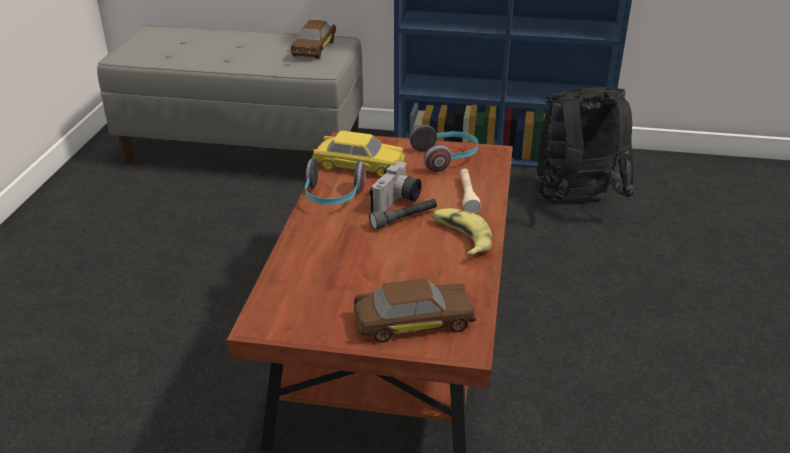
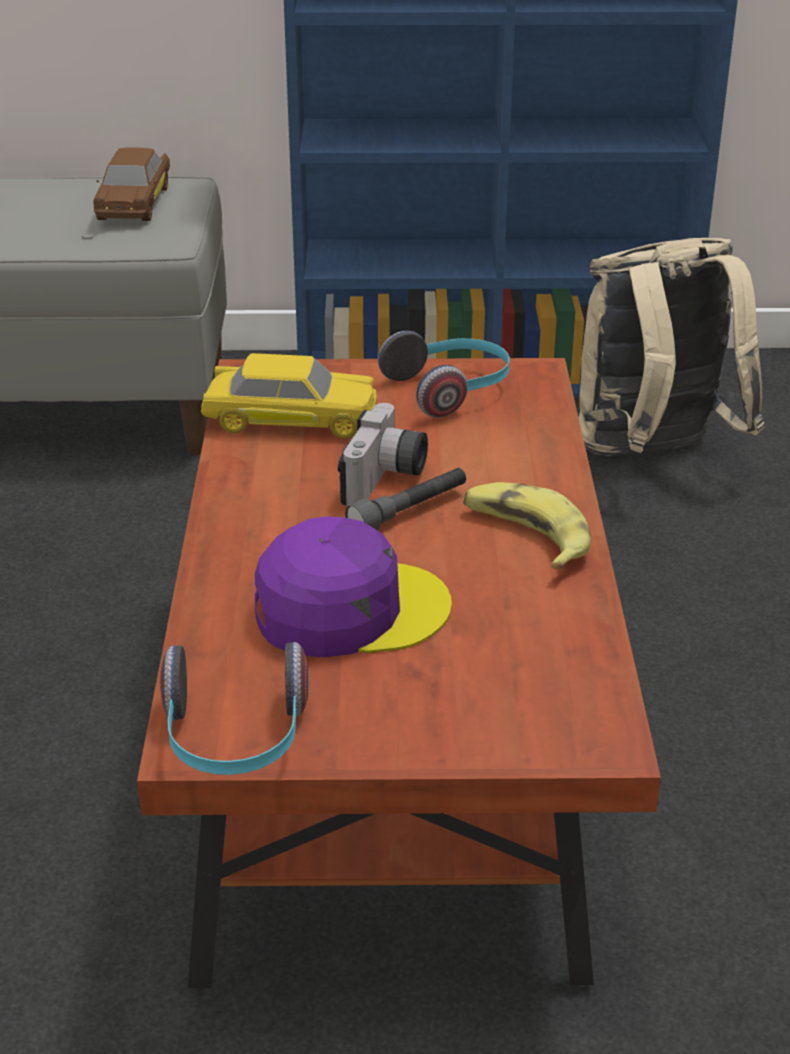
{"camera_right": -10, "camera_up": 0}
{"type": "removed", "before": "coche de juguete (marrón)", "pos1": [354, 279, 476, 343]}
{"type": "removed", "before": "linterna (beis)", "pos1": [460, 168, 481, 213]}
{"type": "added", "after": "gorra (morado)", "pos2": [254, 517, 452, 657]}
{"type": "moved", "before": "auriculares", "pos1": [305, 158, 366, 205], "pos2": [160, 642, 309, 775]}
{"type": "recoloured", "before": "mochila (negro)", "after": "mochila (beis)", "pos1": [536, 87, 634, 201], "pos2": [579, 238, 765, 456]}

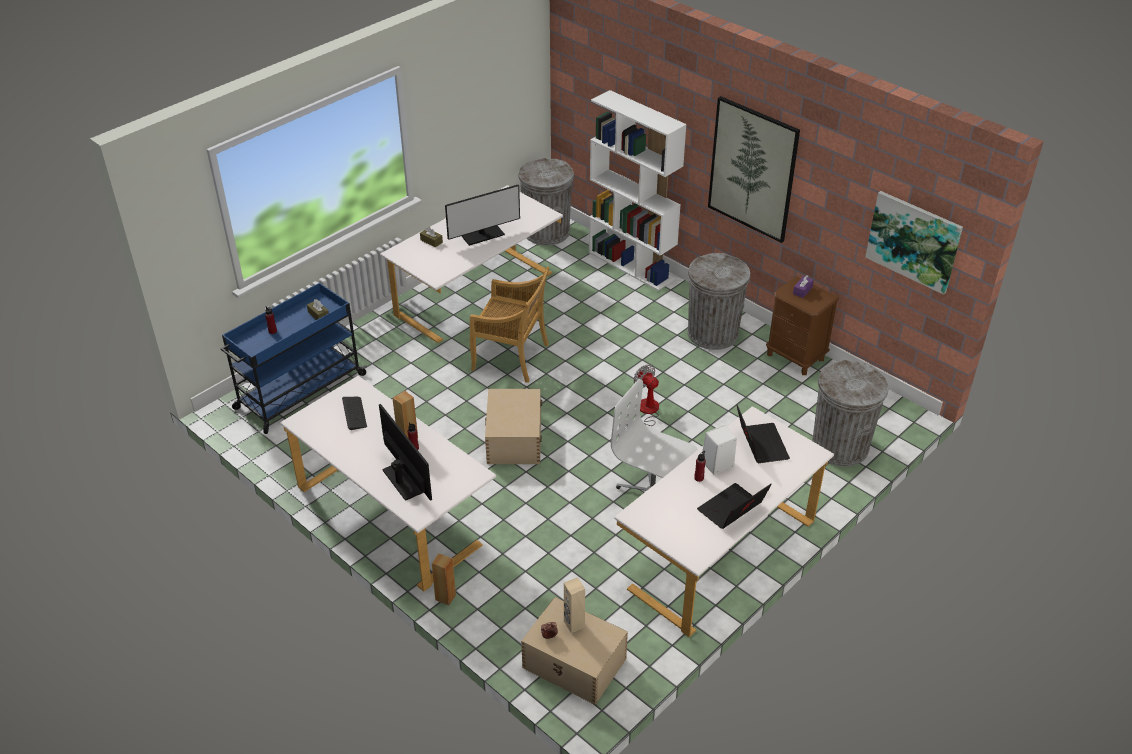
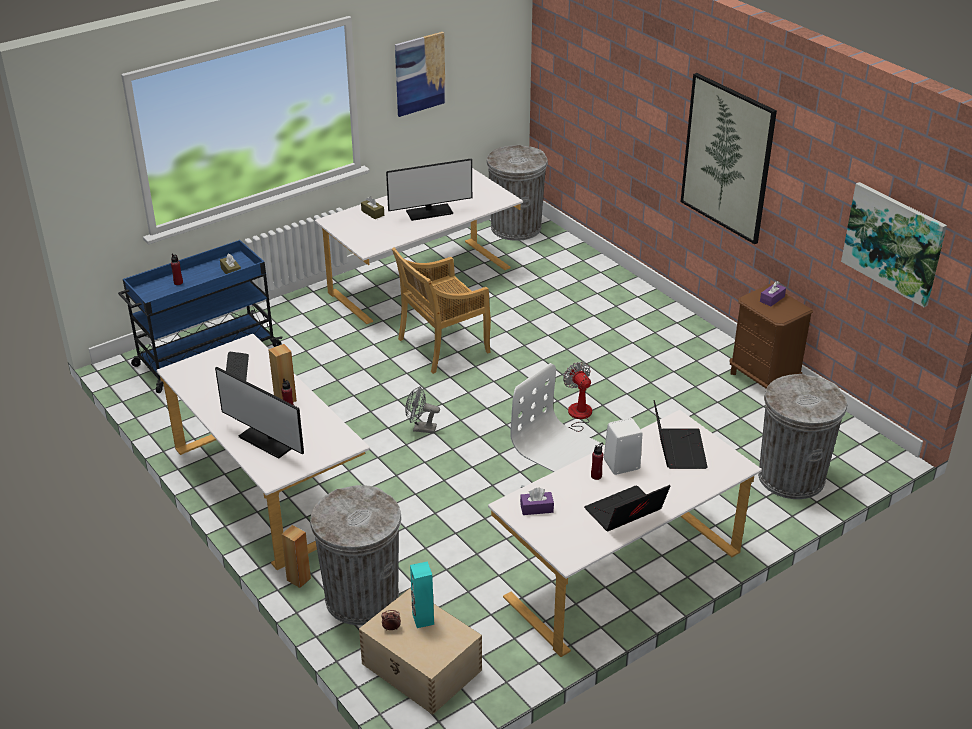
{"camera_right": 10, "camera_up": -5}
{"type": "removed", "before": "estantería (blanco)", "pos1": [589, 90, 687, 291]}
{"type": "added", "after": "cuadro", "pos2": [395, 32, 446, 117]}
{"type": "added", "after": "caja de pañuelos (morado)", "pos2": [520, 487, 554, 515]}
{"type": "moved", "before": "papelera (gris)", "pos1": [688, 253, 750, 350], "pos2": [310, 485, 401, 625]}
{"type": "replaced", "before": "caja de almacenaje (beis)", "after": "ventilador (gris)", "pos1": [485, 389, 542, 464], "pos2": [405, 386, 440, 434]}
{"type": "recoloured", "before": "altavoz (beis)", "after": "altavoz (turquesa)", "pos1": [564, 577, 585, 633], "pos2": [410, 561, 434, 628]}
{"type": "turned", "before": "monitor", "pos1": [379, 404, 432, 501], "pos2": [215, 367, 304, 459], "turn": 150}
{"type": "turned", "before": "silla (beis)", "pos1": [470, 267, 550, 383], "pos2": [392, 247, 491, 374], "turn": 120}

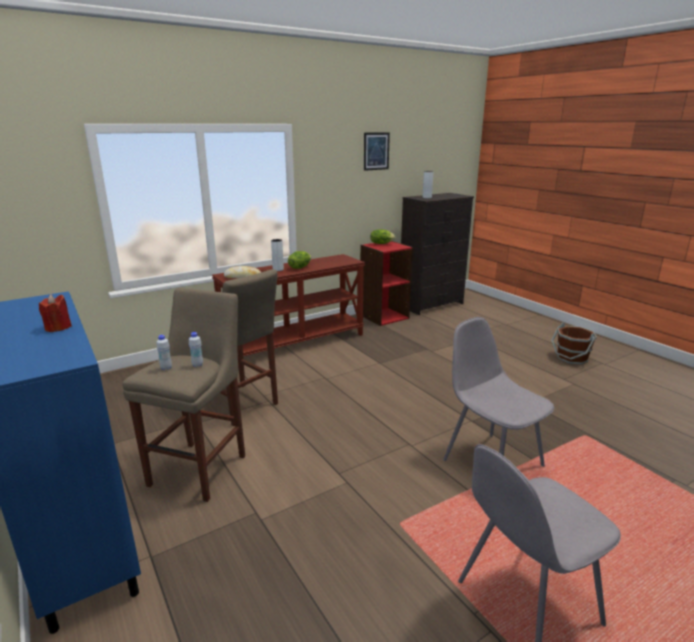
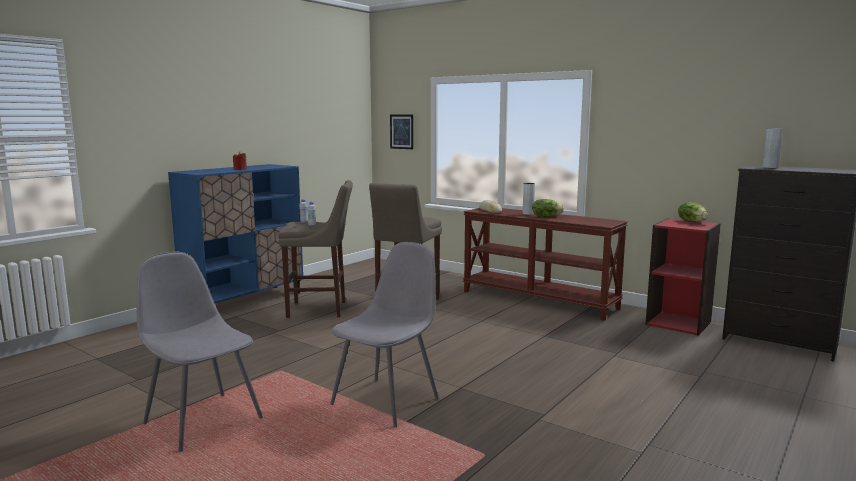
{"camera_right": 70, "camera_up": -10}
{"type": "removed", "before": "cubo (marrón)", "pos1": [551, 323, 597, 365]}
{"type": "moved", "before": "cuadro", "pos1": [364, 132, 390, 171], "pos2": [390, 115, 413, 149]}

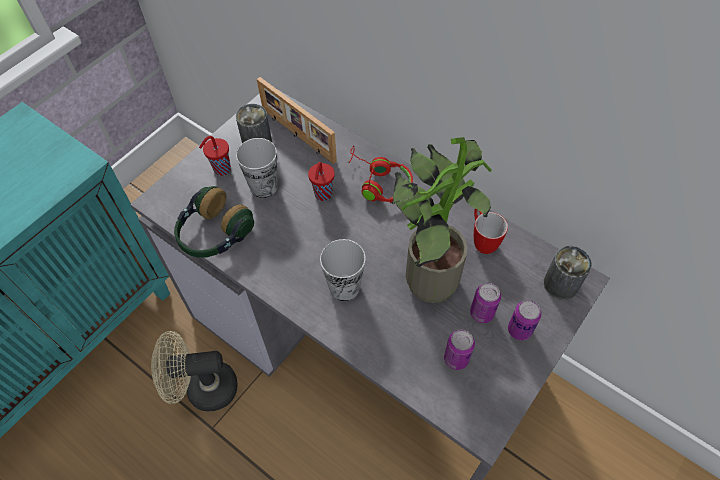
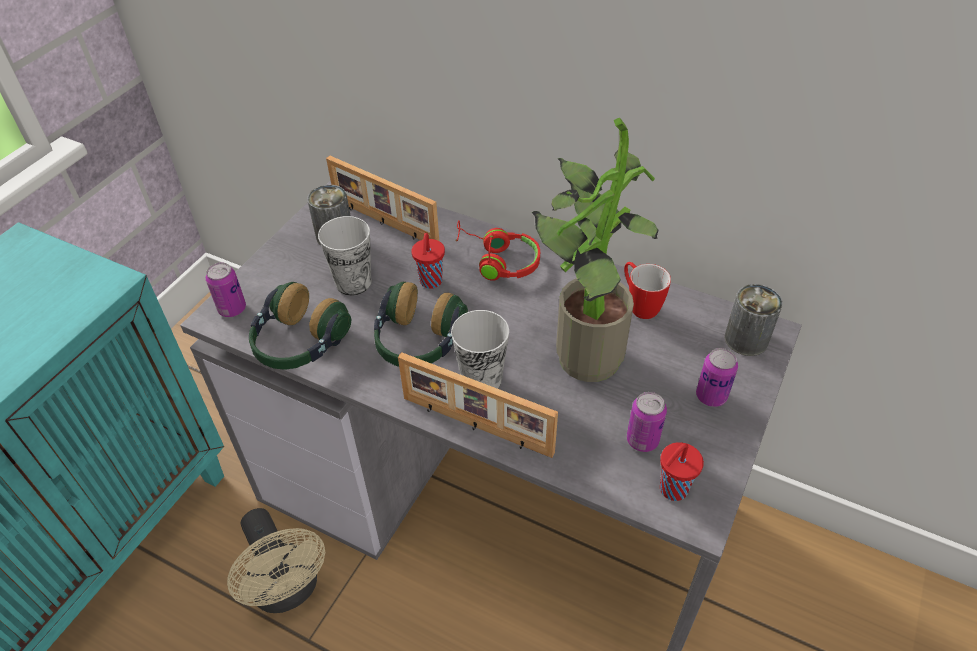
{"camera_right": -10, "camera_up": -10}
{"type": "added", "after": "auriculares", "pos2": [374, 282, 468, 367]}
{"type": "added", "after": "portarretratos", "pos2": [398, 352, 558, 458]}
{"type": "moved", "before": "taza (rojo)", "pos1": [199, 136, 231, 176], "pos2": [660, 442, 704, 501]}
{"type": "moved", "before": "lata", "pos1": [470, 283, 501, 323], "pos2": [206, 262, 246, 317]}
{"type": "turned", "before": "ventilador (beis)", "pos1": [151, 331, 238, 411], "pos2": [227, 508, 325, 613], "turn": -105}

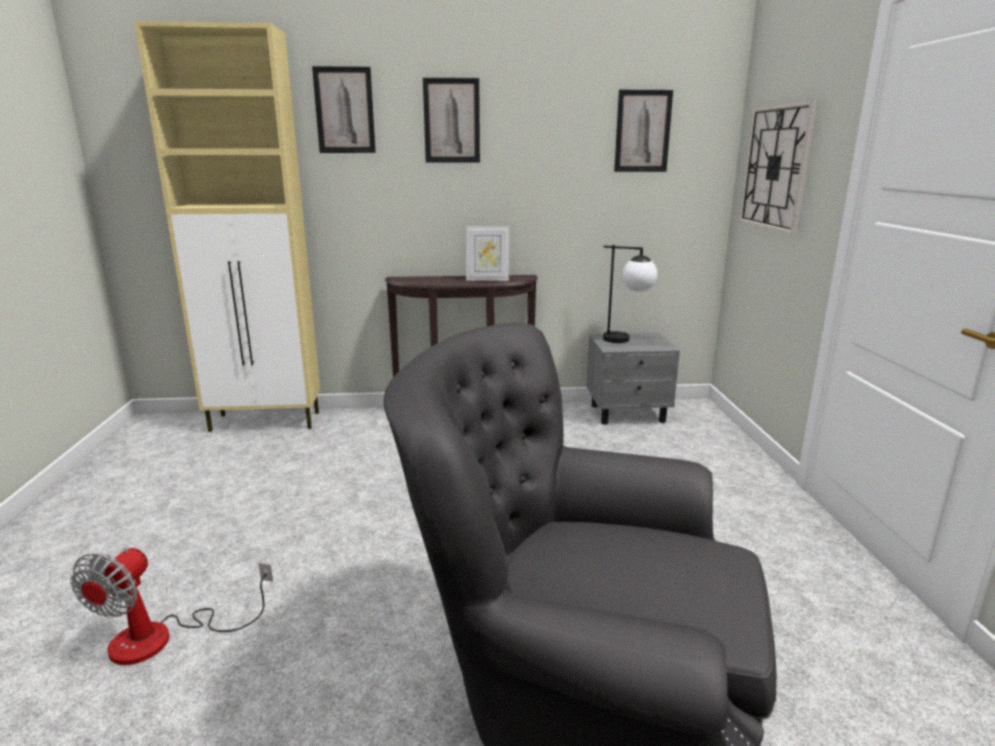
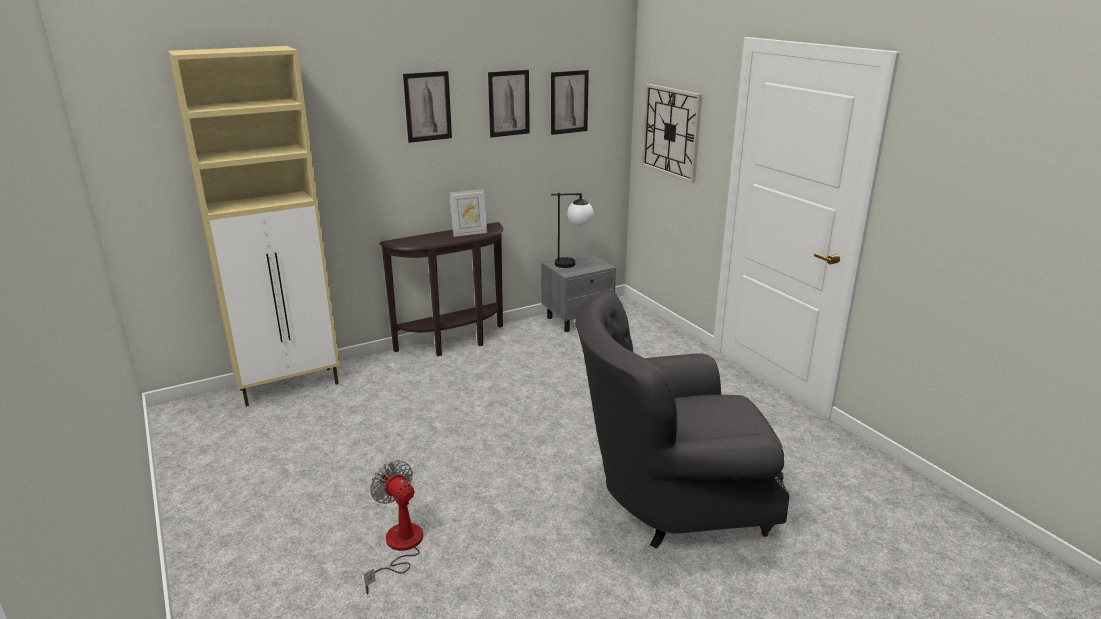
{"camera_right": -25, "camera_up": 5}
{"type": "moved", "before": "cuadro", "pos1": [312, 66, 376, 153], "pos2": [488, 70, 530, 137]}
{"type": "turned", "before": "ventilador", "pos1": [70, 547, 273, 665], "pos2": [364, 460, 423, 595], "turn": 150}

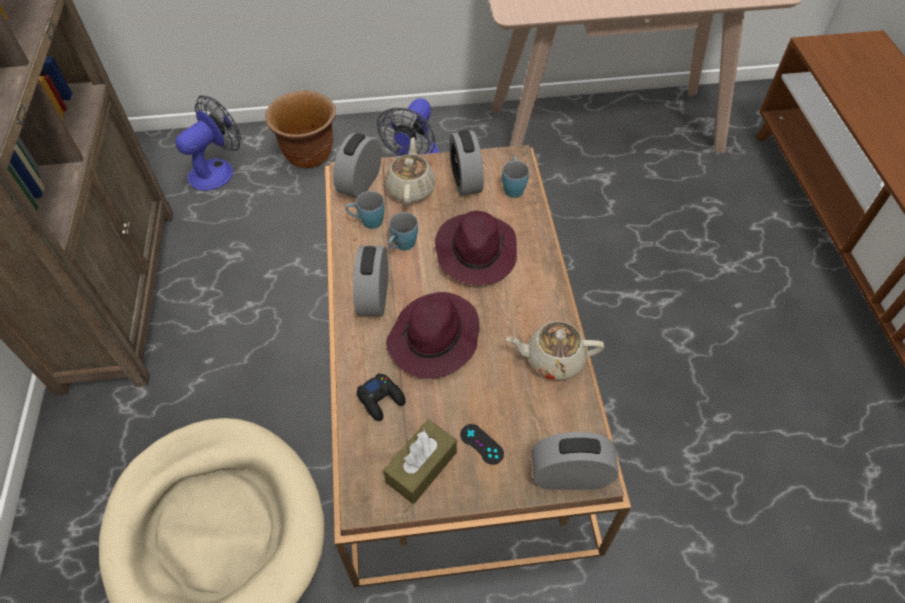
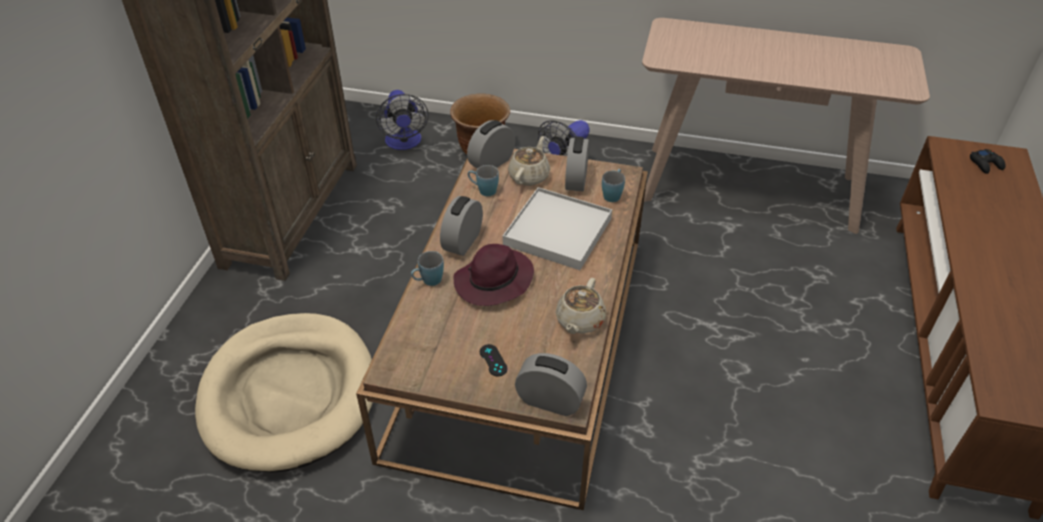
{"camera_right": 20, "camera_up": -10}
{"type": "removed", "before": "caja de pañuelos (marrón)", "pos1": [383, 420, 457, 504]}
{"type": "moved", "before": "mando de consola (negro)", "pos1": [357, 373, 406, 421], "pos2": [970, 149, 1006, 174]}
{"type": "moved", "before": "taza grande (azul)", "pos1": [388, 212, 418, 251], "pos2": [411, 251, 444, 286]}
{"type": "replaced", "before": "sombrero (morado)", "after": "bandeja (blanco)", "pos1": [435, 211, 517, 285], "pos2": [503, 187, 612, 270]}
{"type": "turned", "before": "ventilador", "pos1": [175, 95, 241, 191], "pos2": [376, 90, 429, 150], "turn": 105}
{"type": "turned", "before": "tetera (beis)", "pos1": [507, 321, 604, 380], "pos2": [556, 278, 606, 334], "turn": -90}

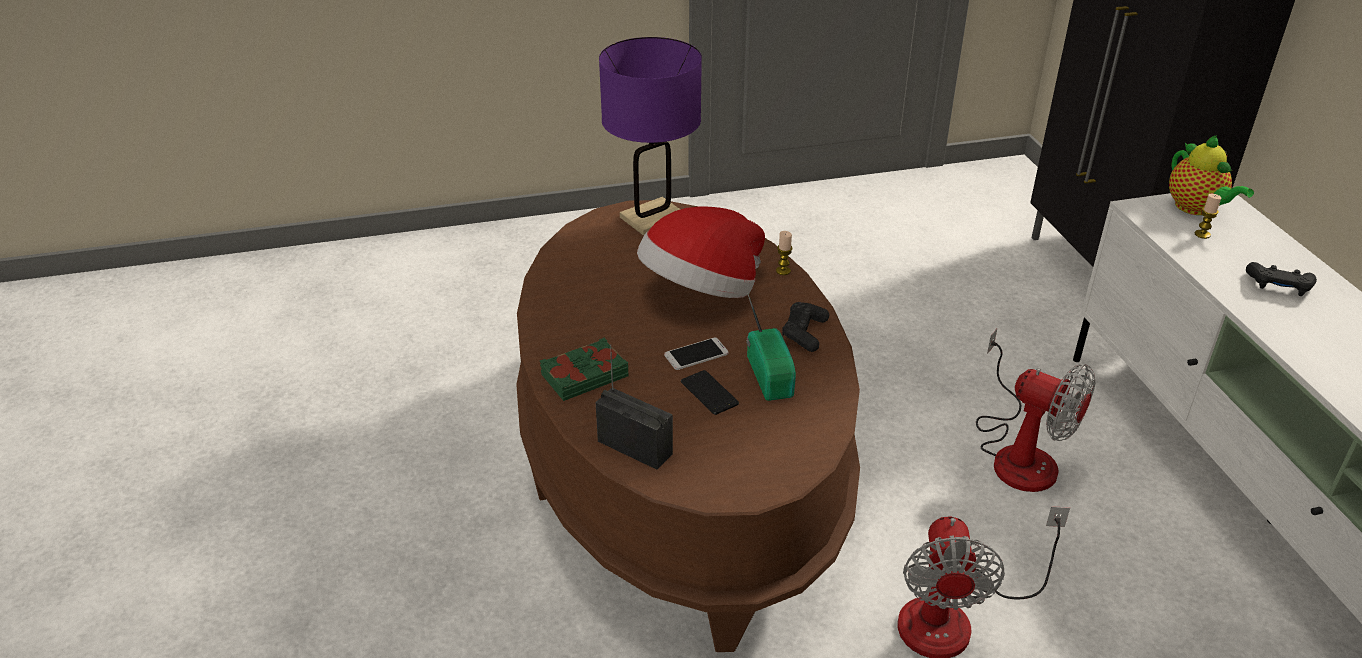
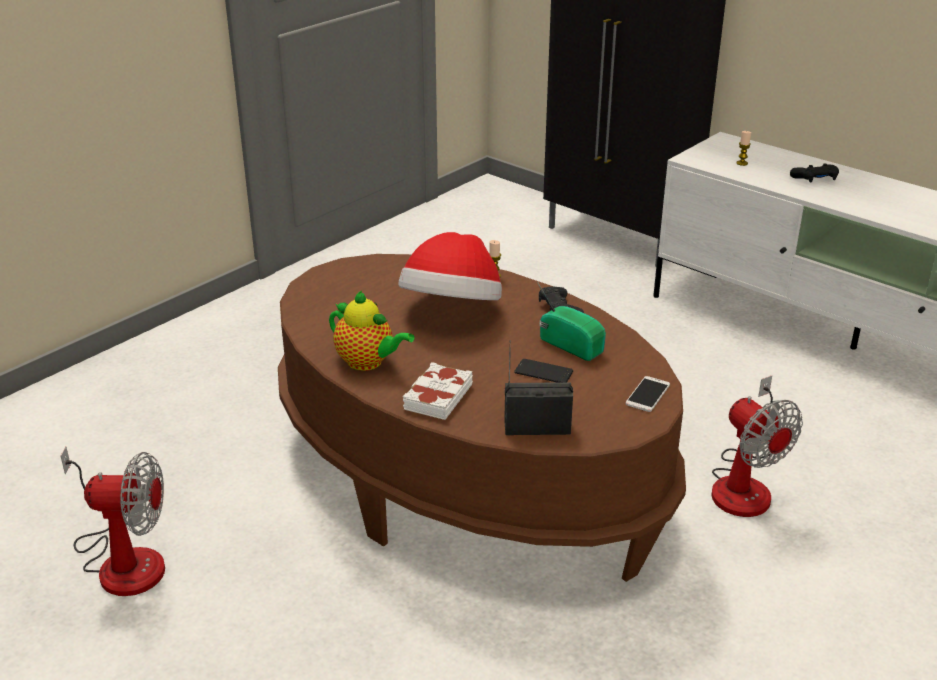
{"camera_right": -35, "camera_up": -5}
{"type": "removed", "before": "lámpara de mesa (morado)", "pos1": [599, 37, 702, 235]}
{"type": "moved", "before": "móvil", "pos1": [664, 337, 729, 370], "pos2": [625, 376, 670, 412]}
{"type": "moved", "before": "ventilador", "pos1": [976, 329, 1095, 492], "pos2": [61, 447, 165, 596]}
{"type": "moved", "before": "tetera", "pos1": [1169, 135, 1254, 215], "pos2": [329, 291, 415, 371]}
{"type": "recoloured", "before": "libro (verde)", "after": "libro (blanco)", "pos1": [540, 338, 628, 401], "pos2": [403, 362, 473, 420]}

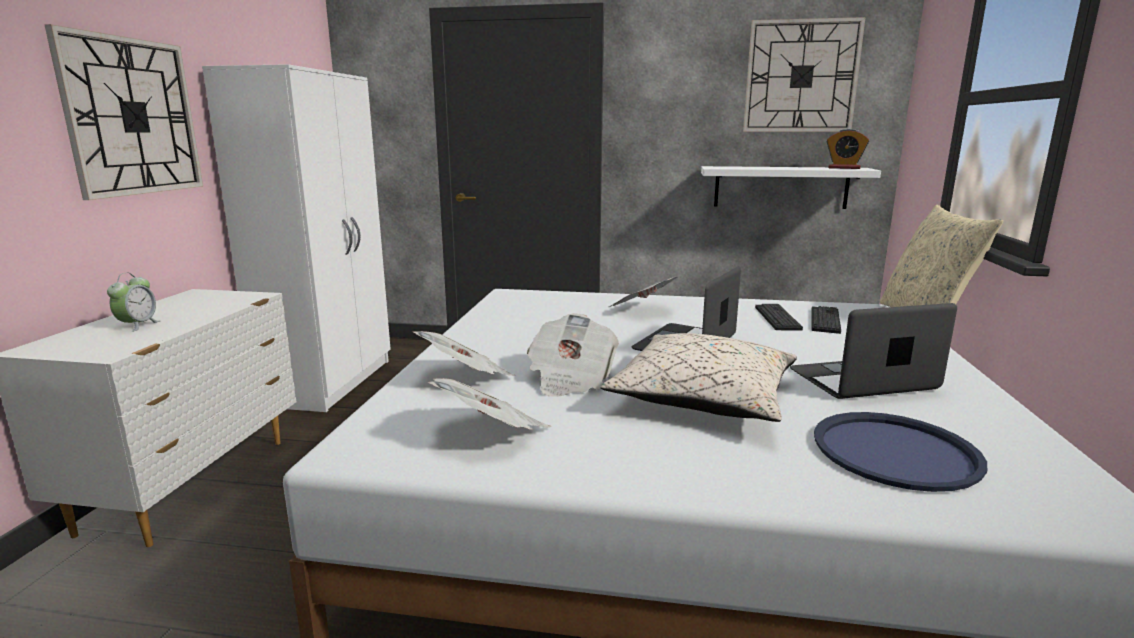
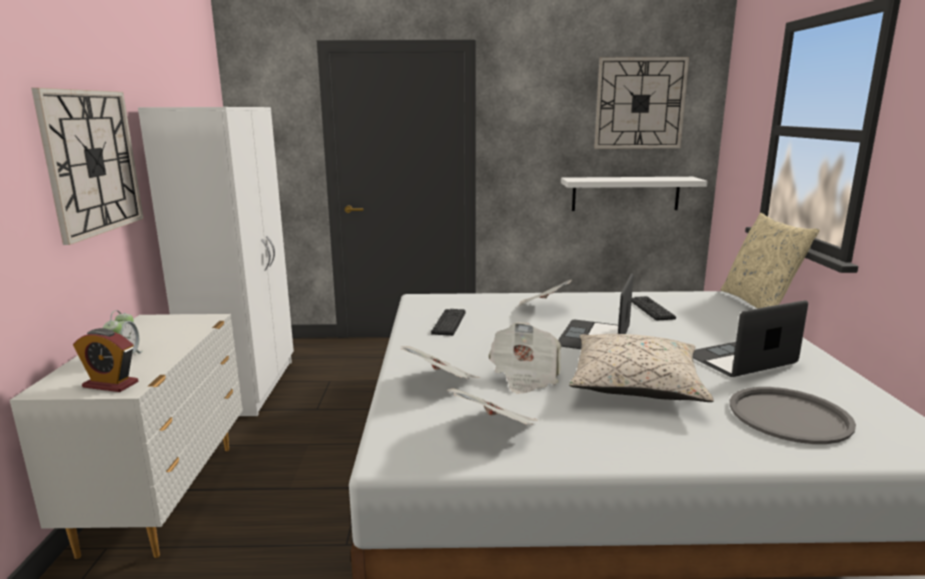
{"camera_right": -10, "camera_up": 0}
{"type": "moved", "before": "teclado", "pos1": [811, 306, 841, 334], "pos2": [431, 309, 466, 336]}
{"type": "moved", "before": "despertador", "pos1": [827, 129, 869, 169], "pos2": [73, 328, 138, 392]}
{"type": "recoloured", "before": "bandeja (azul)", "after": "bandeja (gris)", "pos1": [814, 412, 987, 492], "pos2": [730, 387, 856, 444]}

